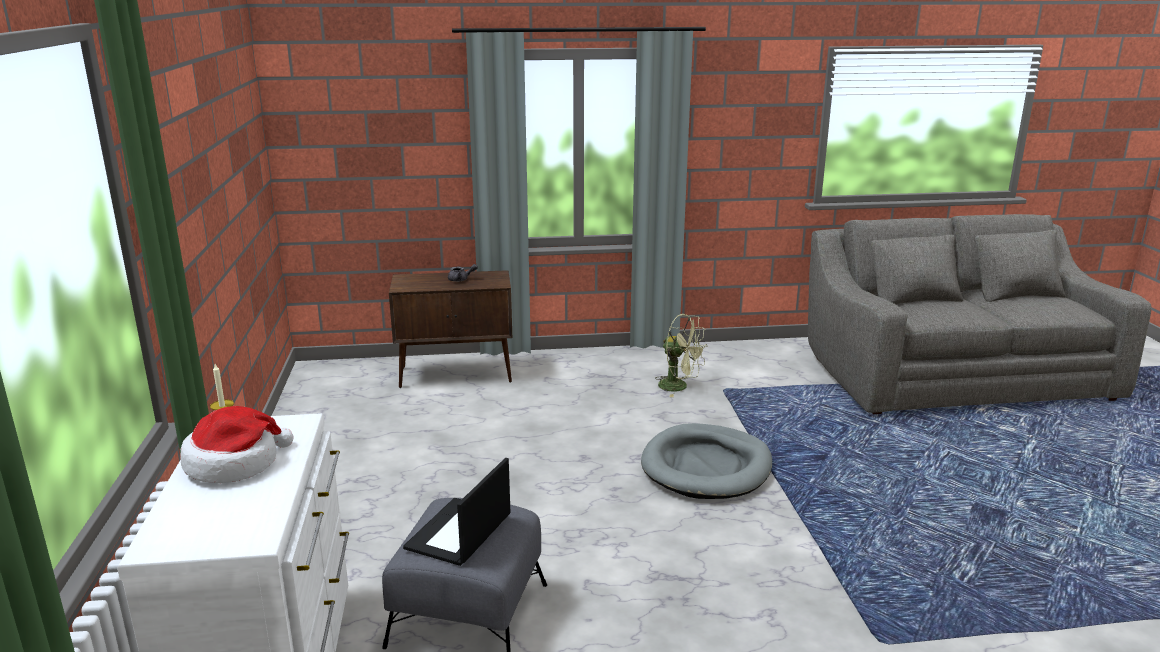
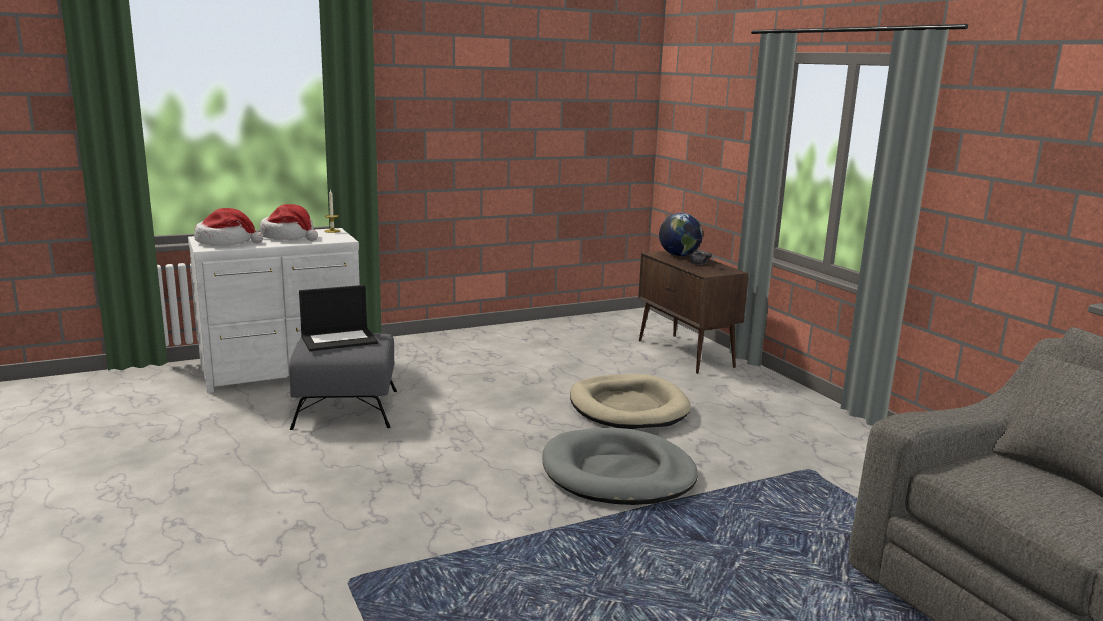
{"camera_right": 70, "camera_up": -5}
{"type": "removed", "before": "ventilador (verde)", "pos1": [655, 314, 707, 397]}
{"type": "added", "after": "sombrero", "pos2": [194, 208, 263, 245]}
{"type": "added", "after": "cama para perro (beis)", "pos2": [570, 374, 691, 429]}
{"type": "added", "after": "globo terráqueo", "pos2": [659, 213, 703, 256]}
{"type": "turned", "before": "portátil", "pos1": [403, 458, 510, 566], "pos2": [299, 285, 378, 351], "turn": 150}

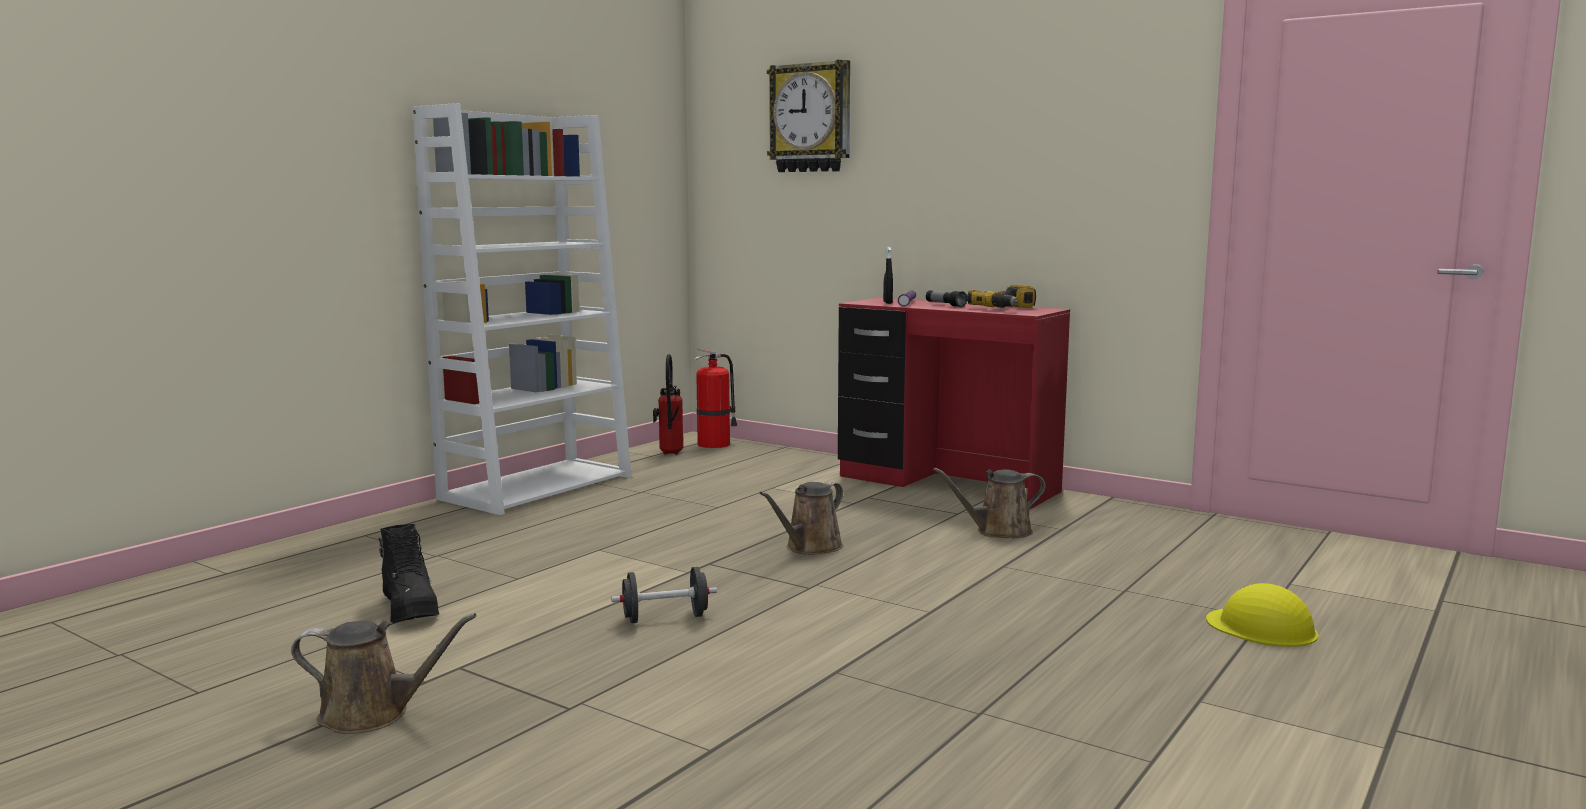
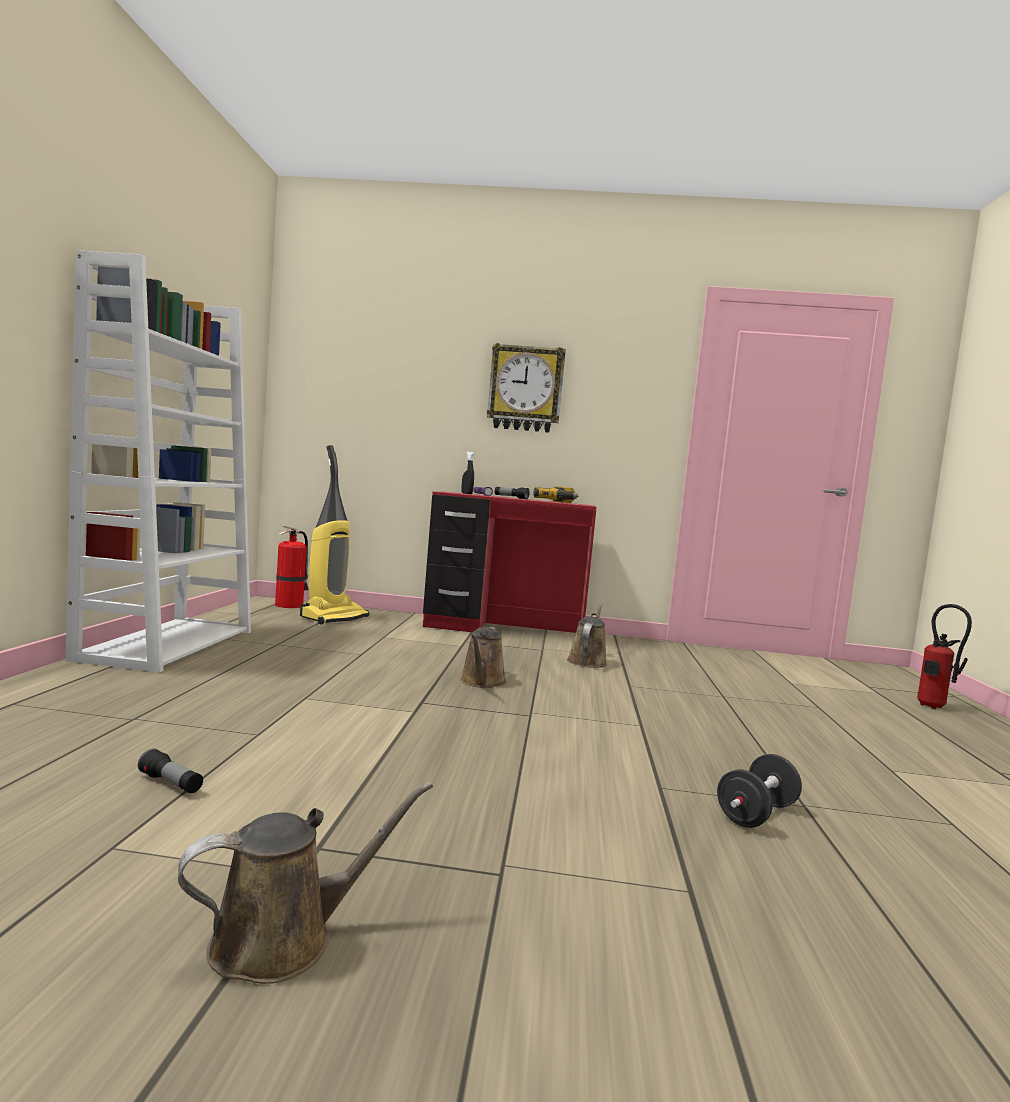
{"camera_right": -30, "camera_up": -5}
{"type": "removed", "before": "casco (amarillo)", "pos1": [1206, 583, 1318, 647]}
{"type": "added", "after": "aspiradora", "pos2": [300, 445, 369, 624]}
{"type": "moved", "before": "mancuerna (negro)", "pos1": [611, 567, 717, 623], "pos2": [717, 754, 802, 828]}
{"type": "moved", "before": "extintor", "pos1": [653, 354, 683, 455], "pos2": [917, 604, 972, 709]}
{"type": "moved", "before": "reloj de pared", "pos1": [767, 60, 850, 172], "pos2": [487, 343, 566, 433]}
{"type": "replaced", "before": "bota (negro)", "after": "linterna", "pos1": [379, 524, 439, 623], "pos2": [138, 749, 203, 793]}
{"type": "turned", "before": "regadera (marrón)", "pos1": [933, 468, 1045, 538], "pos2": [567, 603, 607, 668], "turn": 150}

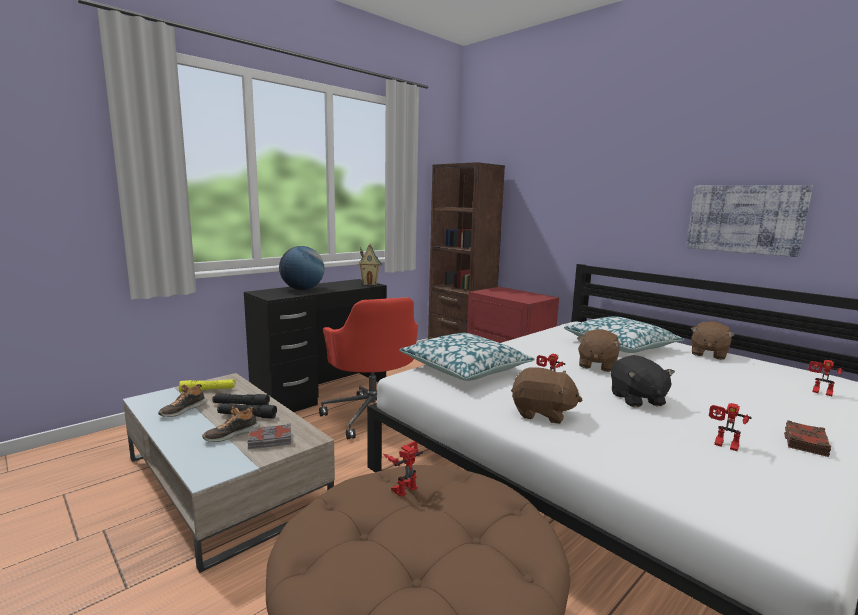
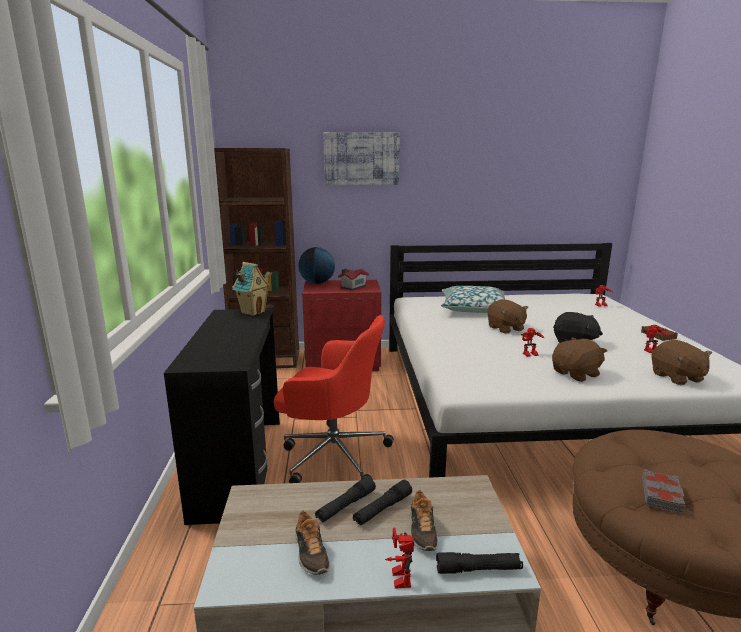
{"camera_right": -50, "camera_up": 5}
{"type": "removed", "before": "linterna (amarillo)", "pos1": [179, 379, 236, 393]}
{"type": "removed", "before": "cojín", "pos1": [399, 333, 535, 381]}
{"type": "added", "after": "casita", "pos2": [338, 269, 369, 290]}
{"type": "added", "after": "linterna (negro)", "pos2": [436, 552, 523, 574]}
{"type": "moved", "before": "libro (gris)", "pos1": [247, 423, 291, 449], "pos2": [642, 469, 685, 514]}
{"type": "moved", "before": "globo terráqueo", "pos1": [279, 246, 324, 290], "pos2": [298, 247, 335, 284]}
{"type": "moved", "before": "robot de juguete", "pos1": [383, 441, 423, 497], "pos2": [385, 528, 414, 589]}
{"type": "moved", "before": "cuadro", "pos1": [686, 185, 813, 257], "pos2": [323, 132, 400, 185]}
{"type": "moved", "before": "peluche (marrón)", "pos1": [691, 321, 734, 360], "pos2": [651, 340, 712, 385]}

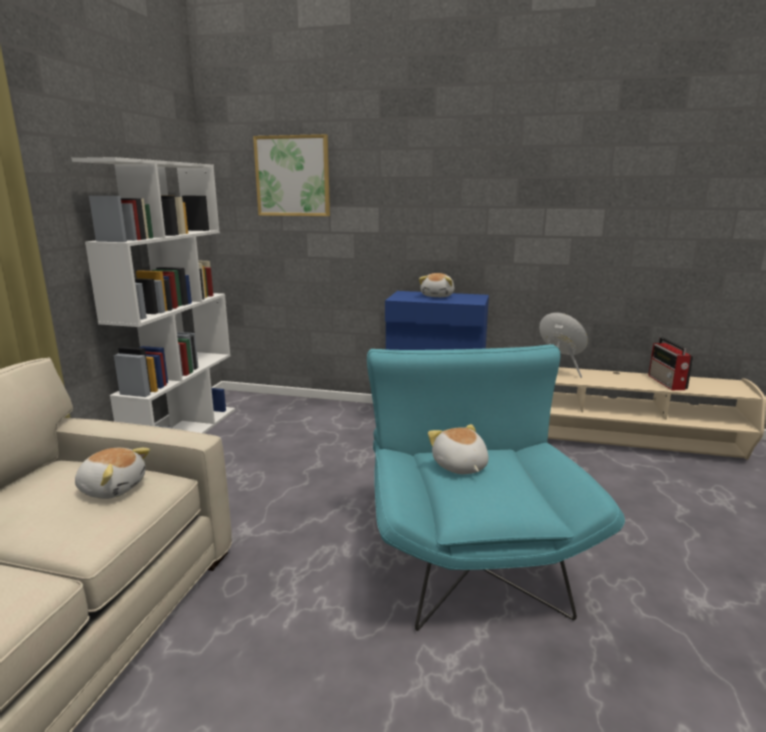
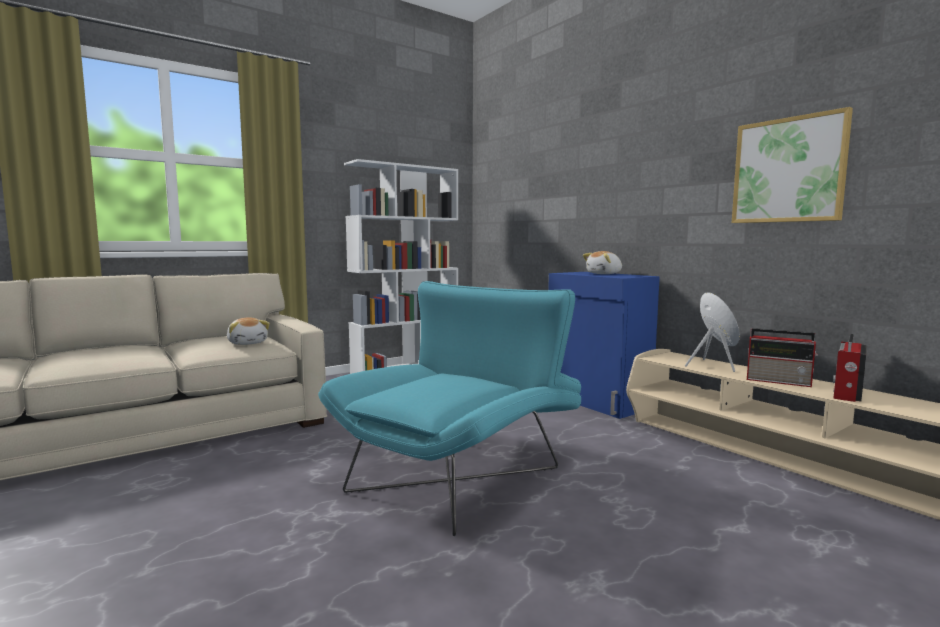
{"camera_right": 40, "camera_up": -10}
{"type": "removed", "before": "peluche", "pos1": [428, 424, 489, 474]}
{"type": "added", "after": "radio", "pos2": [747, 328, 818, 387]}
{"type": "moved", "before": "cuadro", "pos1": [253, 134, 330, 216], "pos2": [732, 107, 853, 223]}

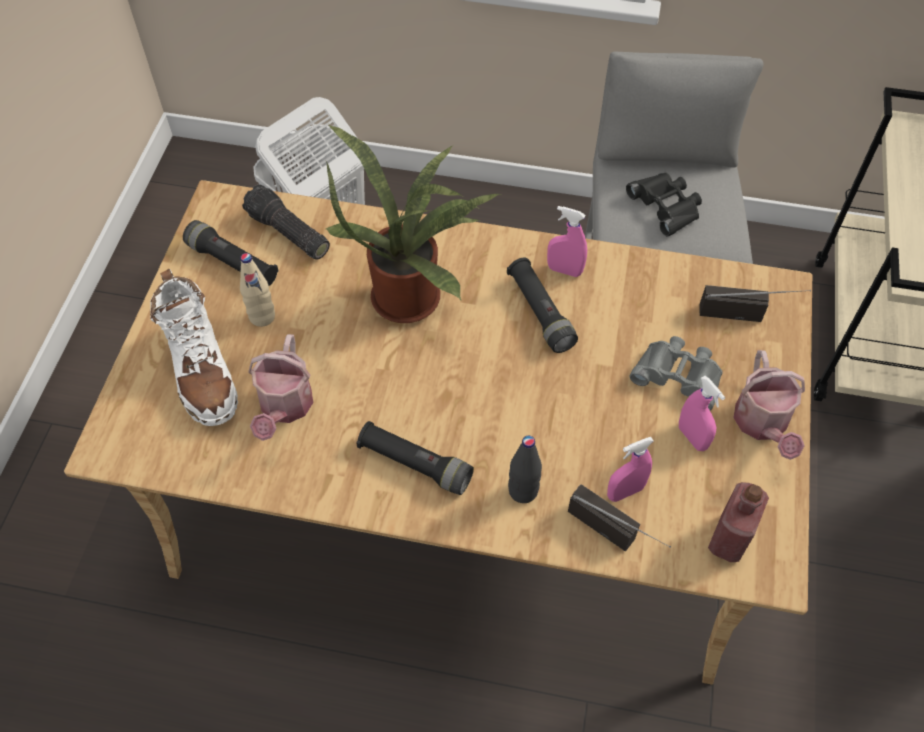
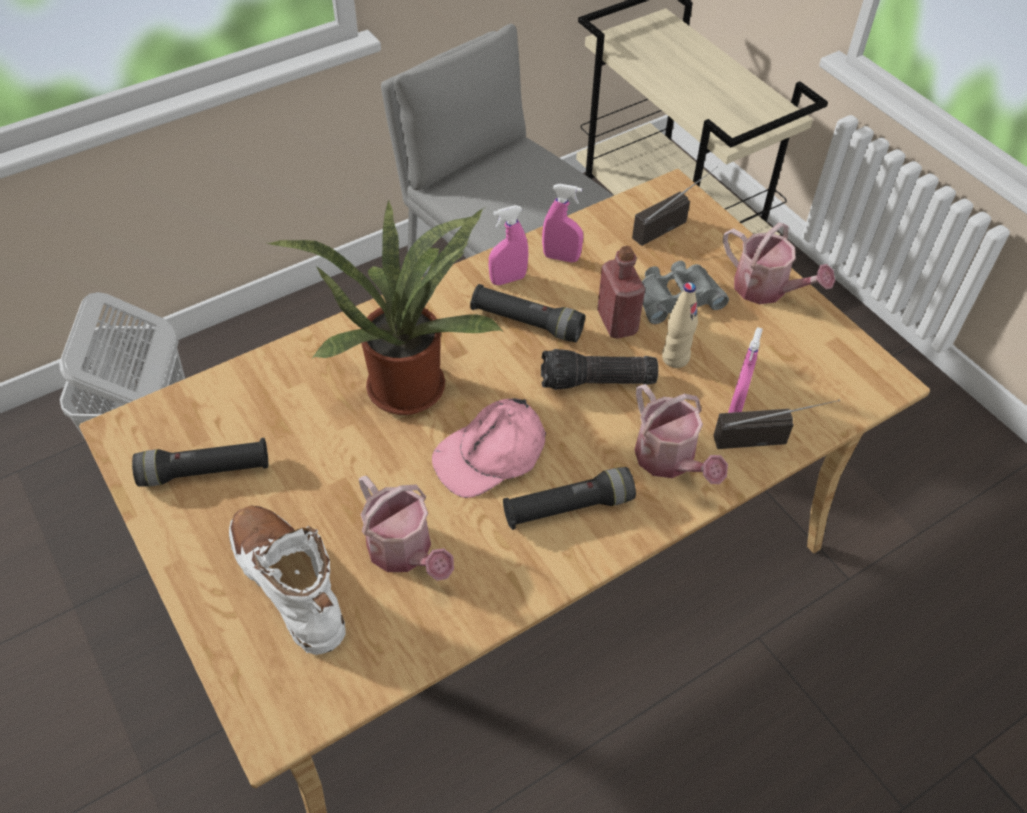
{"camera_right": -45, "camera_up": -5}
{"type": "removed", "before": "prismáticos (negro)", "pos1": [626, 173, 702, 236]}
{"type": "added", "after": "gorra (rosa)", "pos2": [432, 398, 546, 498]}
{"type": "moved", "before": "botella (beis)", "pos1": [240, 253, 275, 327], "pos2": [662, 282, 698, 368]}
{"type": "moved", "before": "linterna", "pos1": [242, 184, 330, 260], "pos2": [541, 349, 658, 390]}
{"type": "moved", "before": "pulverizador (rosa)", "pos1": [679, 376, 725, 451], "pos2": [542, 184, 583, 262]}
{"type": "moved", "before": "botella (rojo)", "pos1": [708, 482, 769, 562], "pos2": [597, 246, 645, 338]}
{"type": "replaced", "before": "botella (negro)", "after": "regadera", "pos1": [508, 436, 542, 503], "pos2": [635, 384, 728, 484]}
{"type": "turned", "before": "bota (blanco)", "pos1": [150, 268, 238, 426], "pos2": [229, 506, 346, 655], "turn": -150}

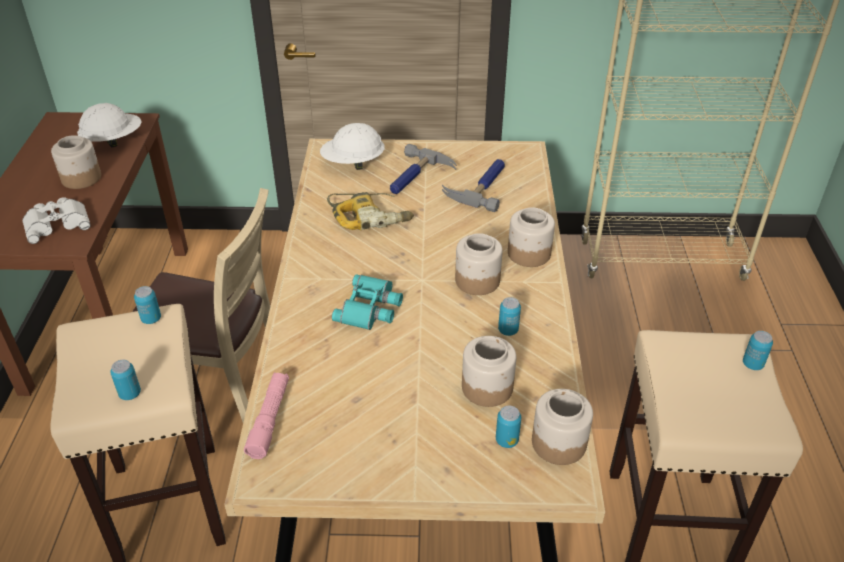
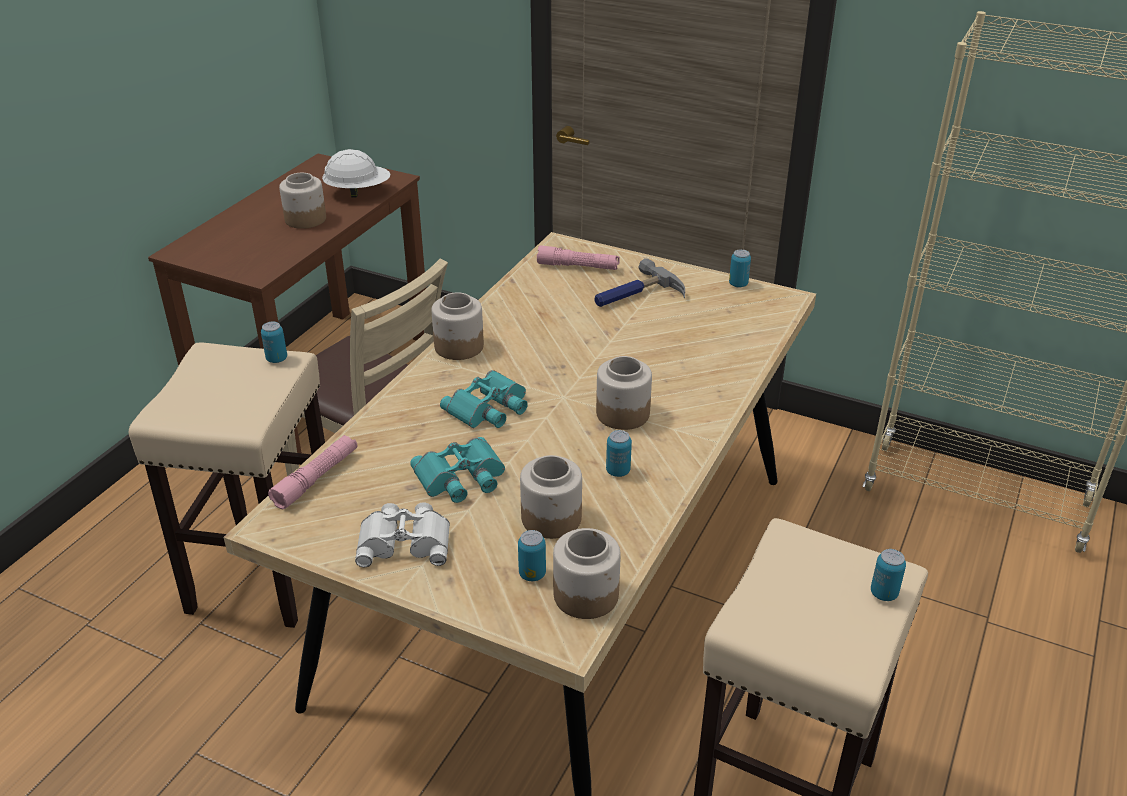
{"camera_right": 25, "camera_up": -5}
{"type": "removed", "before": "taladro", "pos1": [327, 192, 414, 230]}
{"type": "removed", "before": "martillo", "pos1": [442, 159, 505, 212]}
{"type": "added", "after": "prismáticos (turquesa)", "pos2": [410, 437, 505, 503]}
{"type": "moved", "before": "prismáticos (blanco)", "pos1": [22, 197, 91, 244], "pos2": [355, 502, 450, 567]}
{"type": "moved", "before": "lata", "pos1": [110, 360, 141, 400], "pos2": [729, 249, 751, 287]}
{"type": "moved", "before": "tarro", "pos1": [508, 207, 555, 267], "pos2": [431, 292, 484, 360]}
{"type": "replaced", "before": "casco (blanco)", "after": "linterna (rosa)", "pos1": [320, 123, 385, 170], "pos2": [537, 245, 620, 270]}

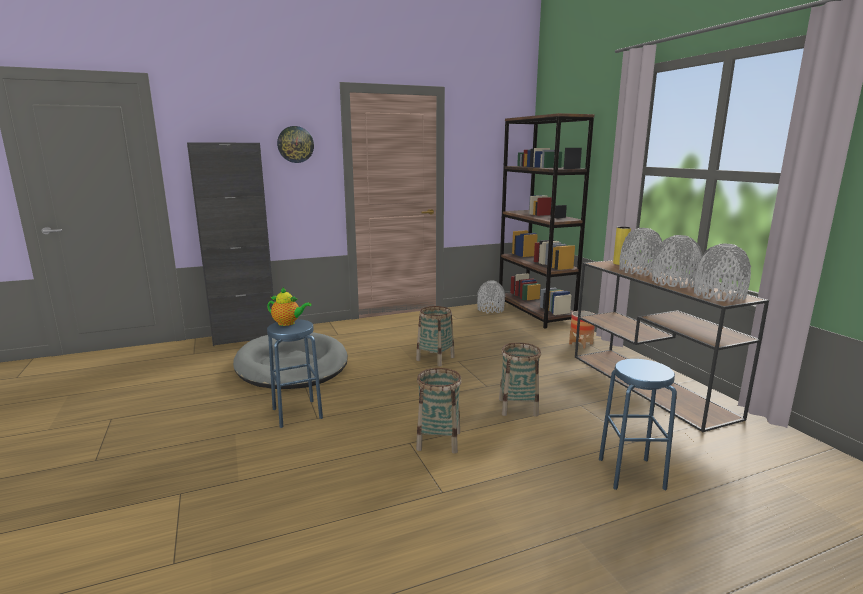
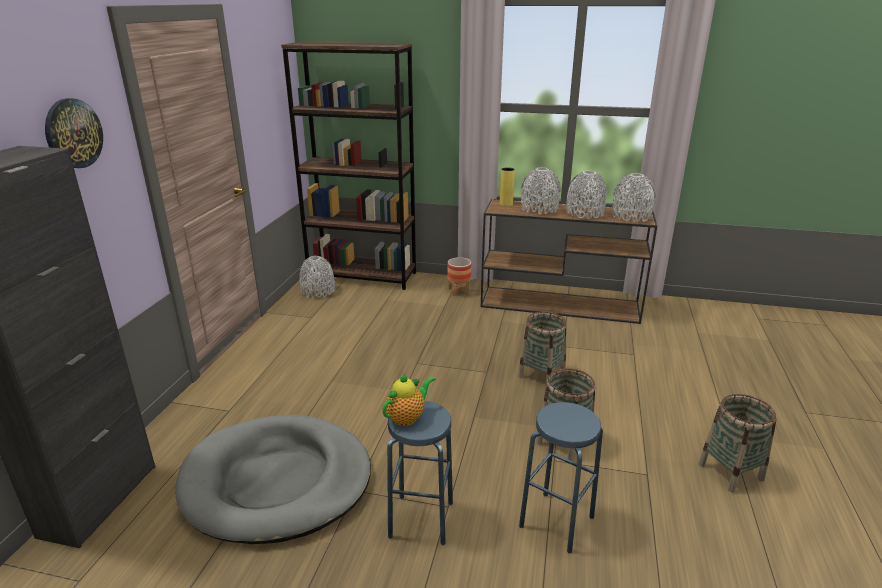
{"camera_right": -55, "camera_up": 10}
{"type": "moved", "before": "cesta", "pos1": [416, 306, 455, 367], "pos2": [698, 394, 777, 493]}
{"type": "moved", "before": "taburete (azul)", "pos1": [599, 359, 677, 490], "pos2": [519, 402, 603, 553]}

